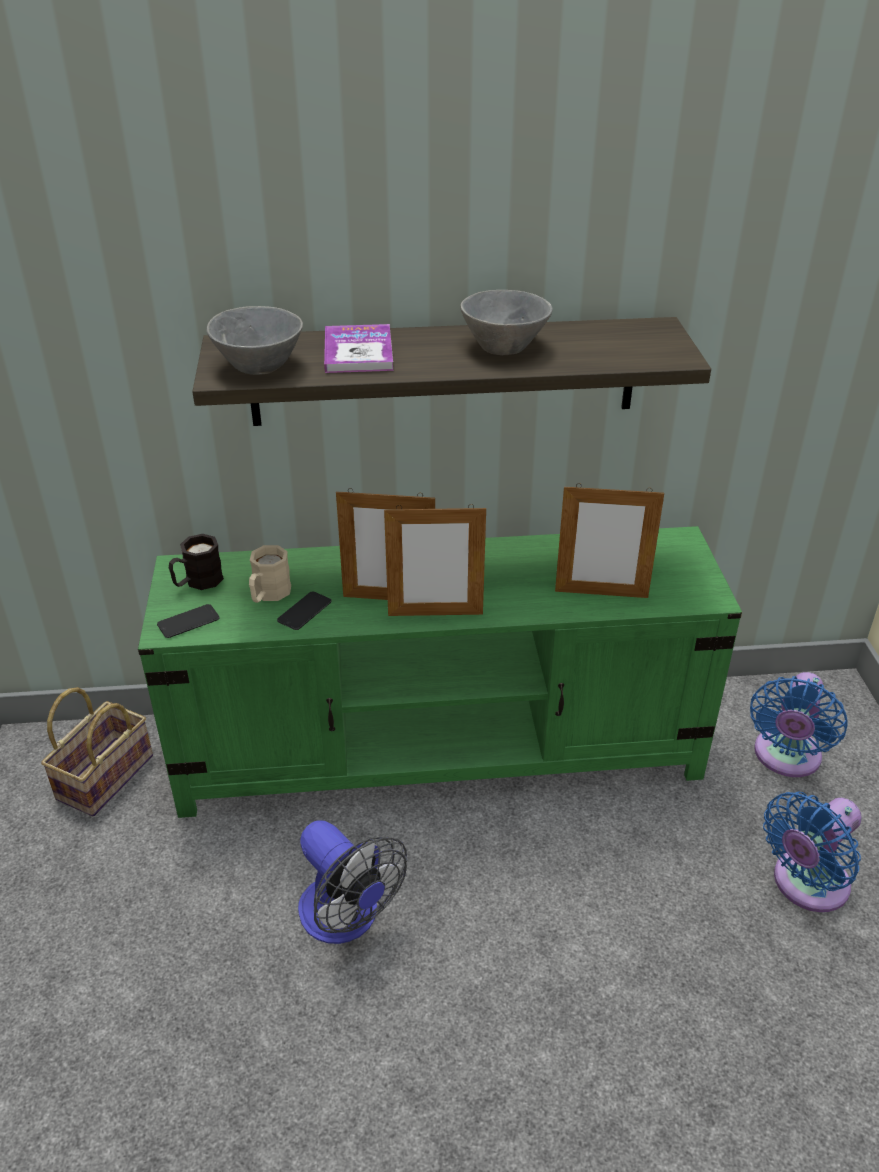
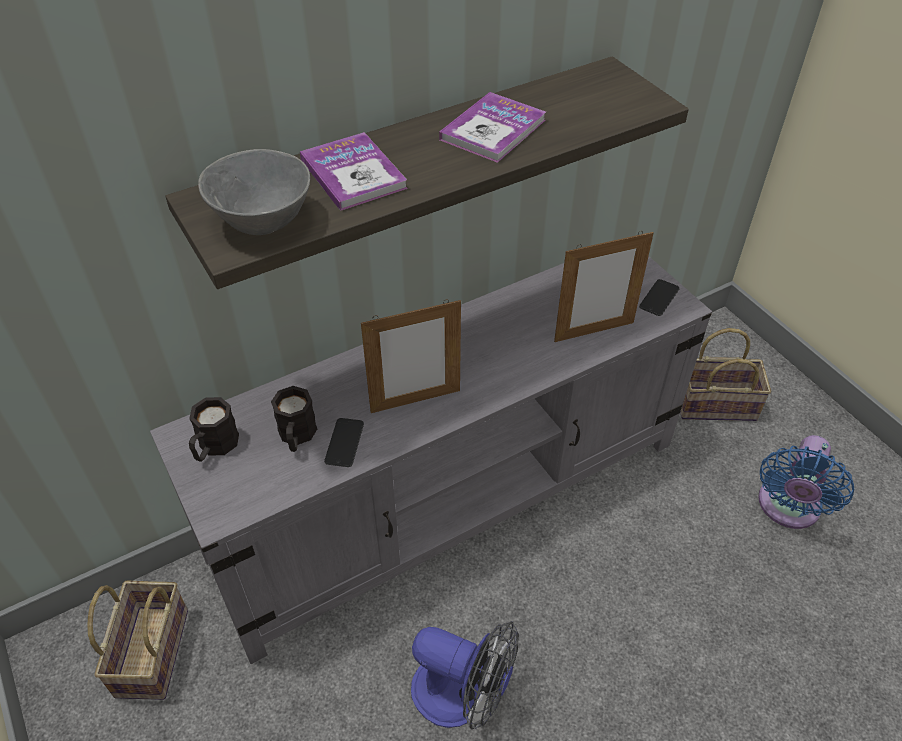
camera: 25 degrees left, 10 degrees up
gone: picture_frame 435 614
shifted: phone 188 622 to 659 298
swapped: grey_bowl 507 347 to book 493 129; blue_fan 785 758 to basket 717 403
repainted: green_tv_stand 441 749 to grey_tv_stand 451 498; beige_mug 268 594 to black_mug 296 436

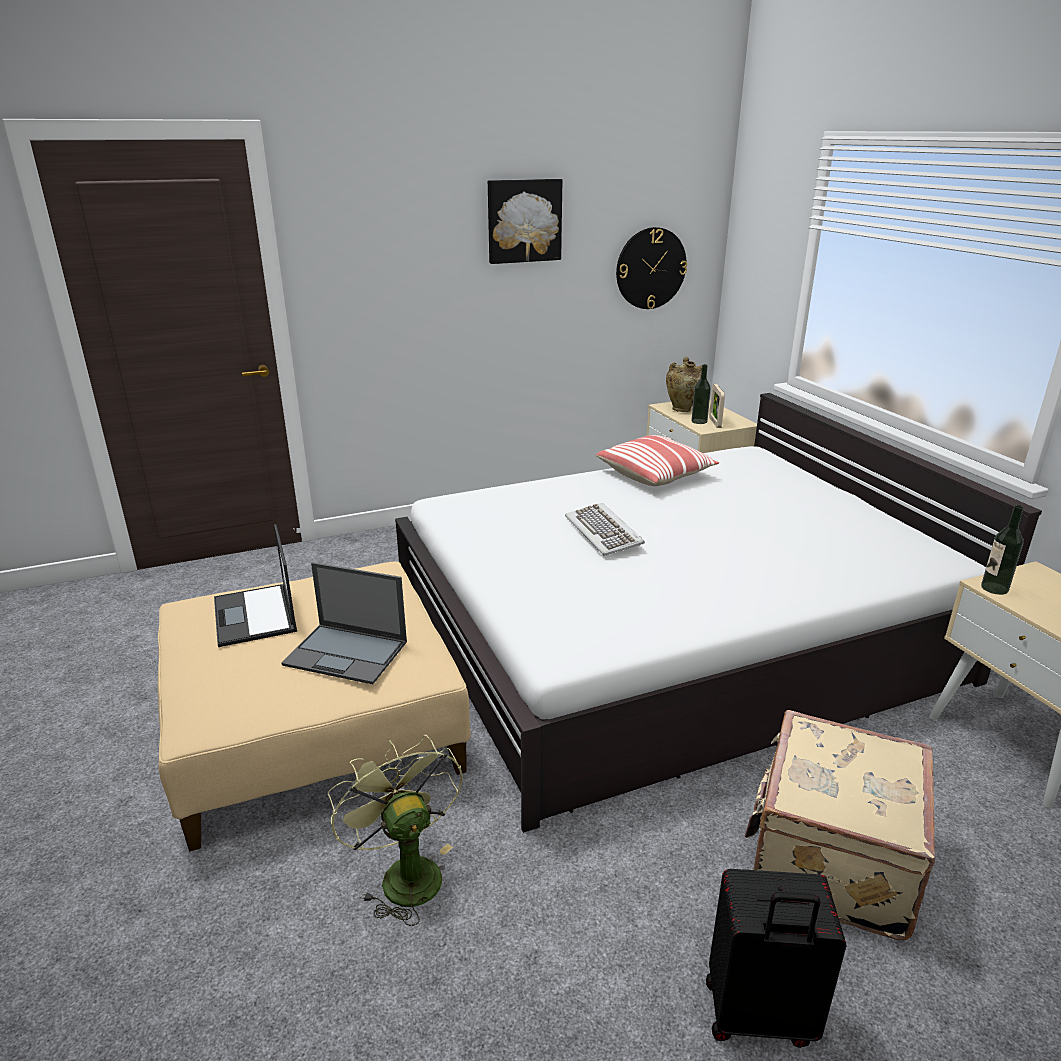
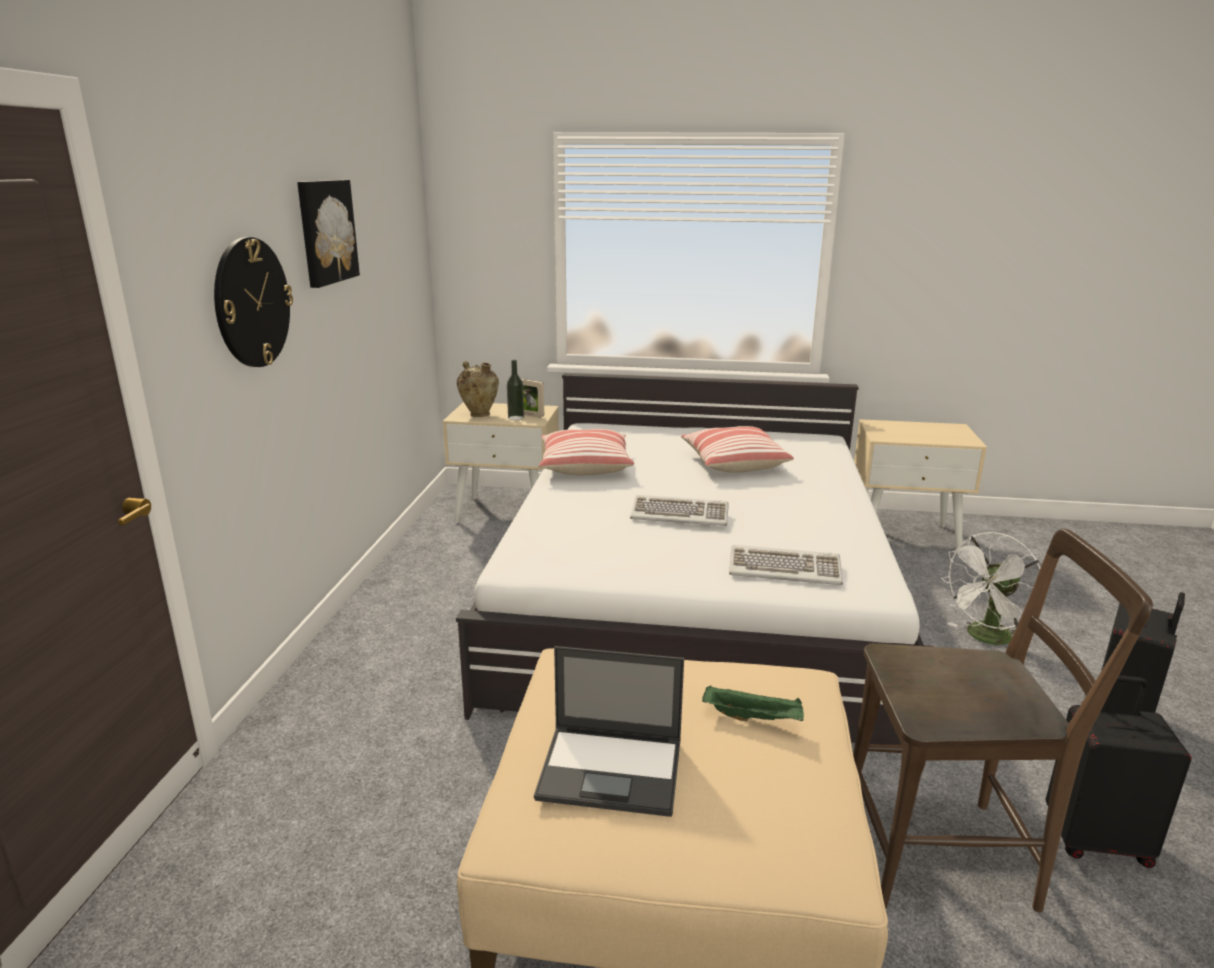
camera: 60 degrees left, 5 degrees down
gone: bottle 994 588
new: pillow 733 463; keyboard 785 569; black_suitcase 1096 840
shifted: wall_clock 650 268 to 252 303
swapped: laptop 347 653 to green_tray 753 718; green_fan 404 873 to brown_chair 947 853; beige_suitcase 828 858 to white_fan 985 638

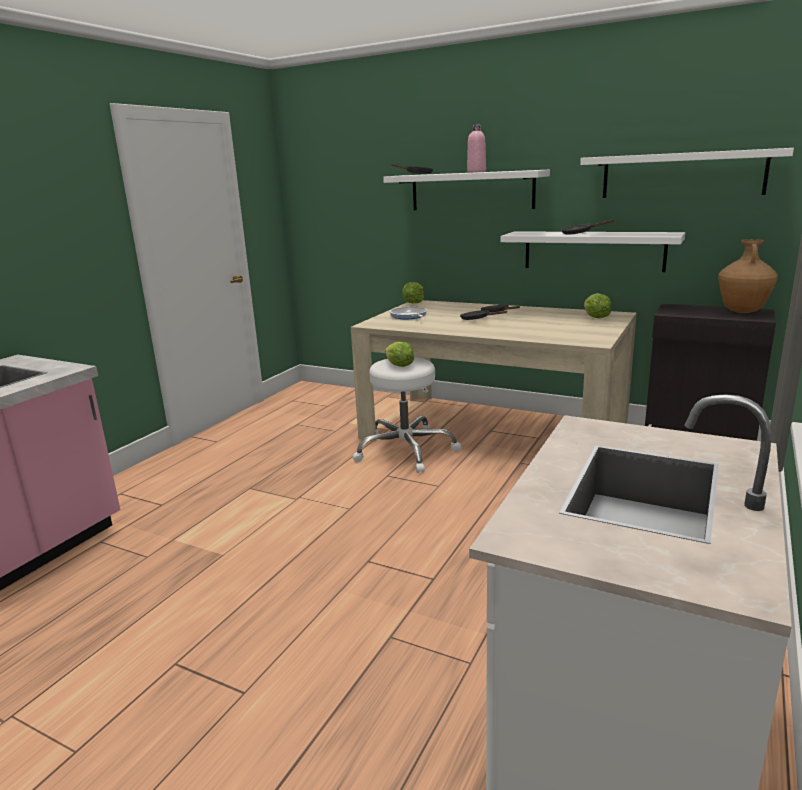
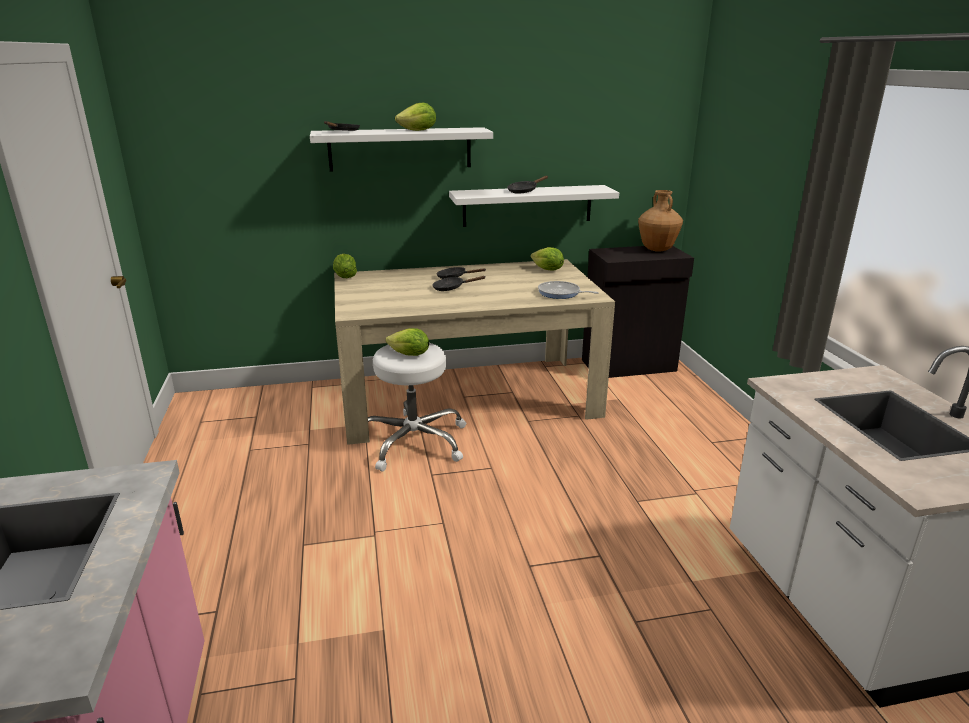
camera: 40 degrees left, 5 degrees up
gone: white_shelf 682 174
shifted: frying_pan 409 316 to 561 293
swapped: pink_bottle 476 172 to lettuce 418 131

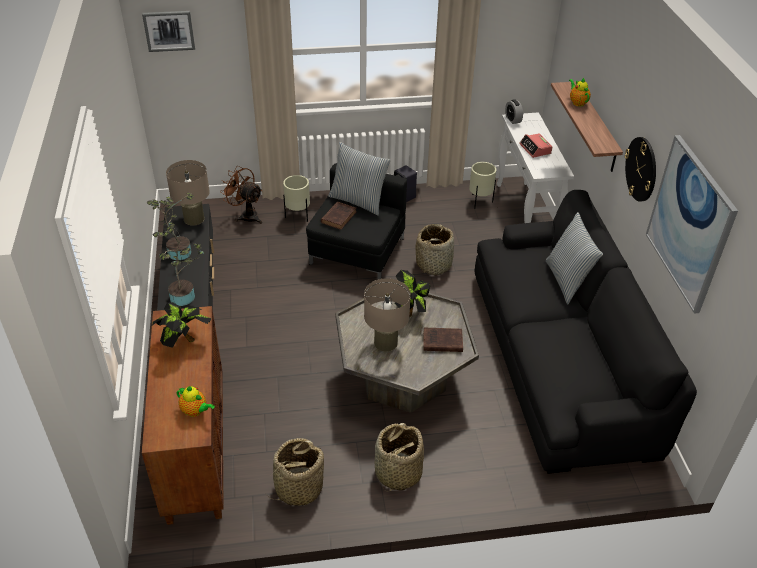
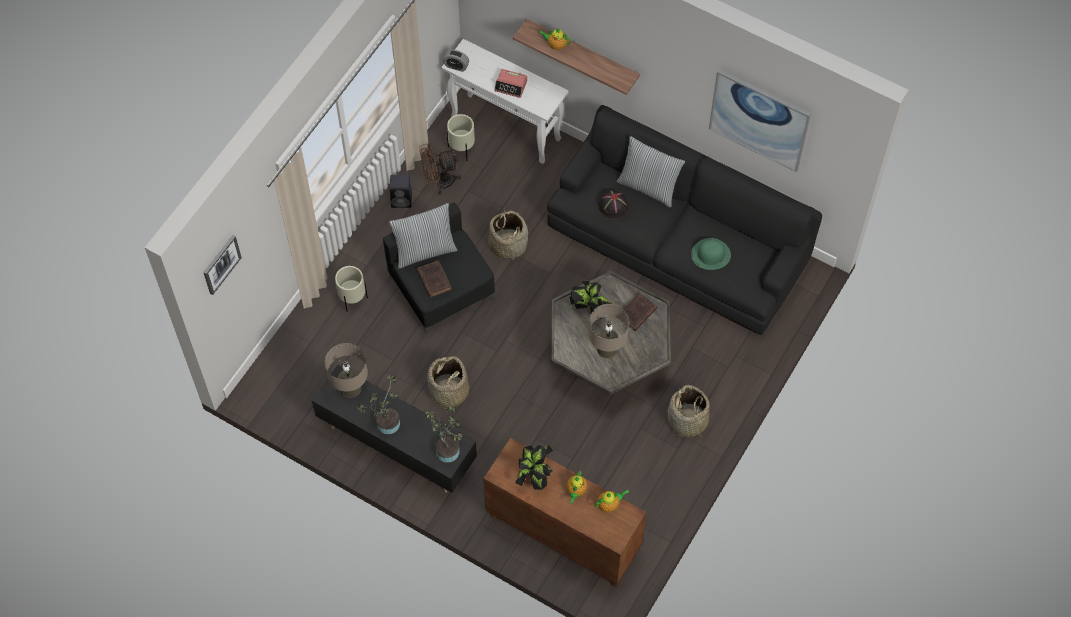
camera: 50 degrees left, 20 degrees up
gone: wall_clock 641 169
new: teapot 576 491; black_hat 613 206; green_hat 710 254
shifted: brown_fan 246 215 to 439 182; basket 298 487 to 448 392

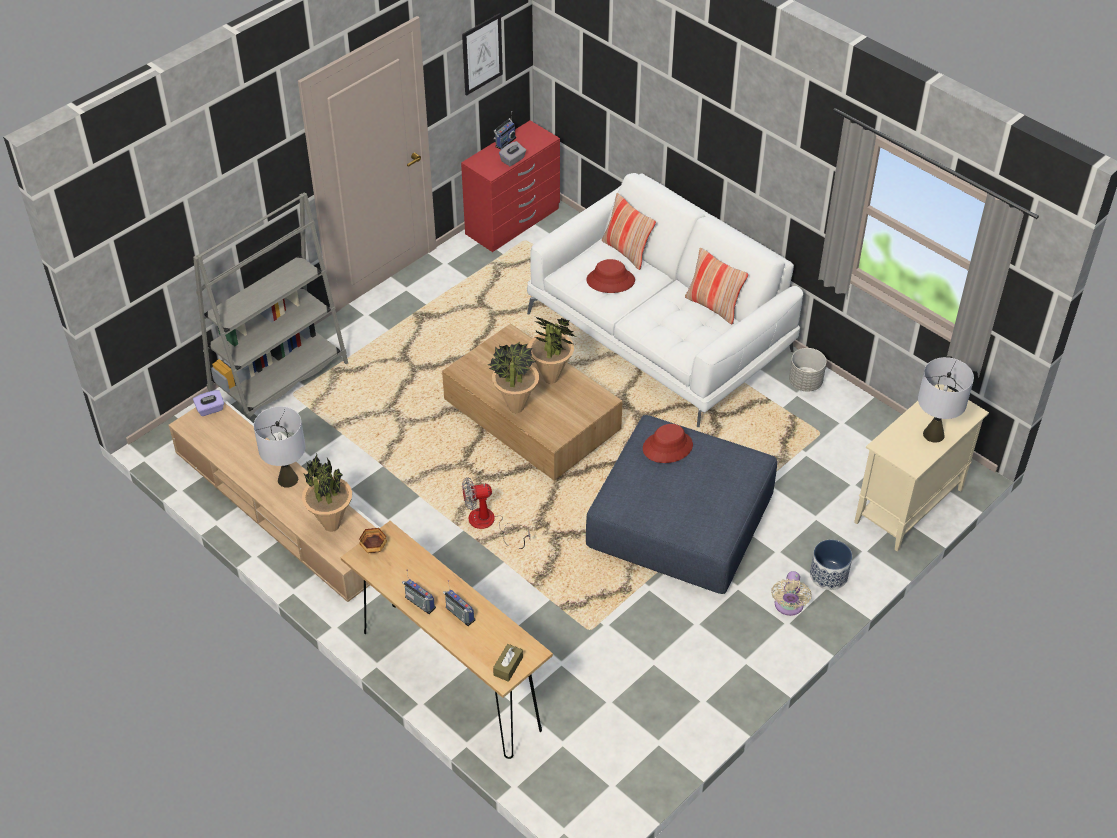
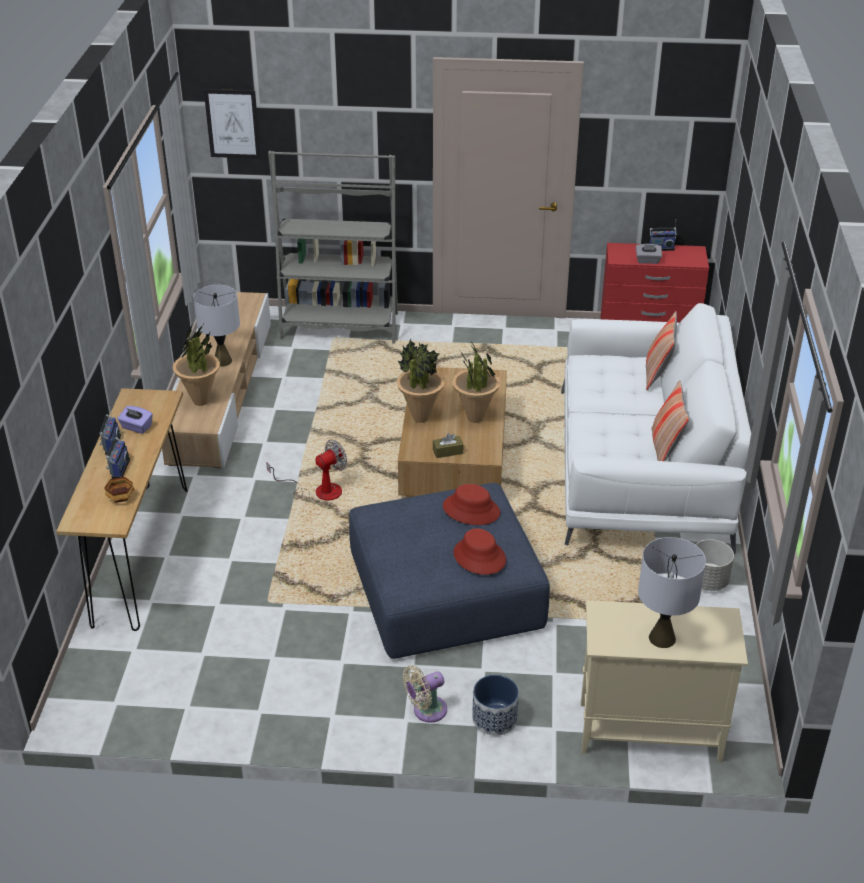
camera: 50 degrees right, 10 degrees down
shifted: purple_tissue_box 210 409 to 136 427; bowl 373 547 to 121 498; picture 482 54 to 232 123; brown_tissue_box 508 666 to 448 451; red_hat 610 281 to 479 557
rotated: fan 489 524 = 318 491 105 degrees clockwise

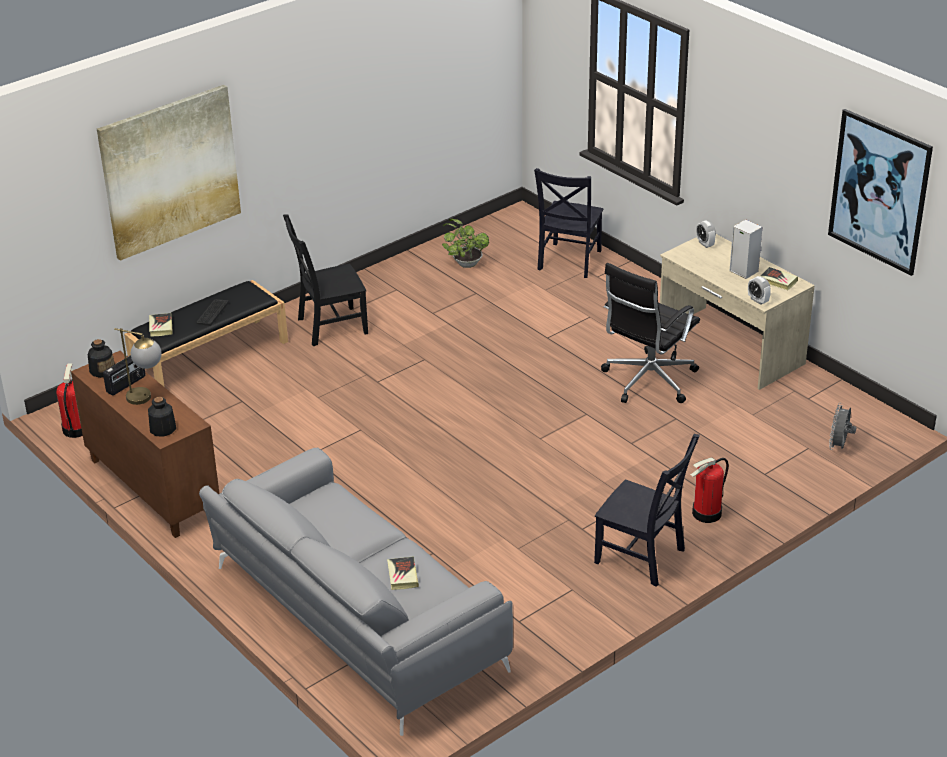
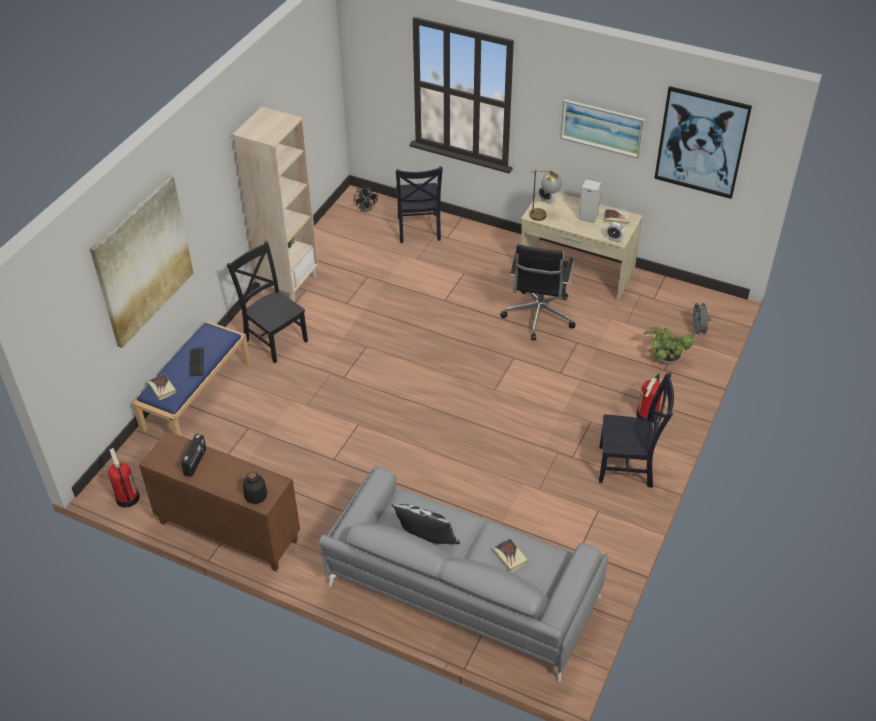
camera: 25 degrees left, 10 degrees up
gone: bottle 102 370
new: beige_bookcase 288 284; black_fan 367 206; pillow 427 540; picture 602 127
shifted: table_lamp 147 399 to 544 215; potted_plant 465 263 to 664 359
repainted: black_bench 210 357 to blue_bench 196 395
rotated: black_chair 329 327 = 274 339 90 degrees clockwise

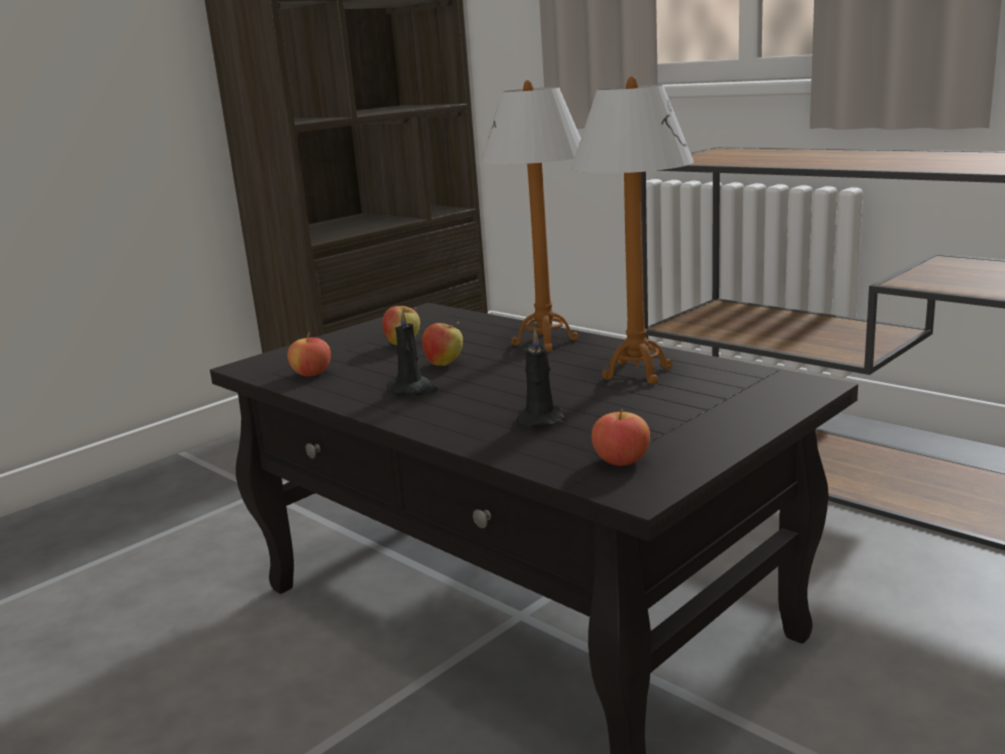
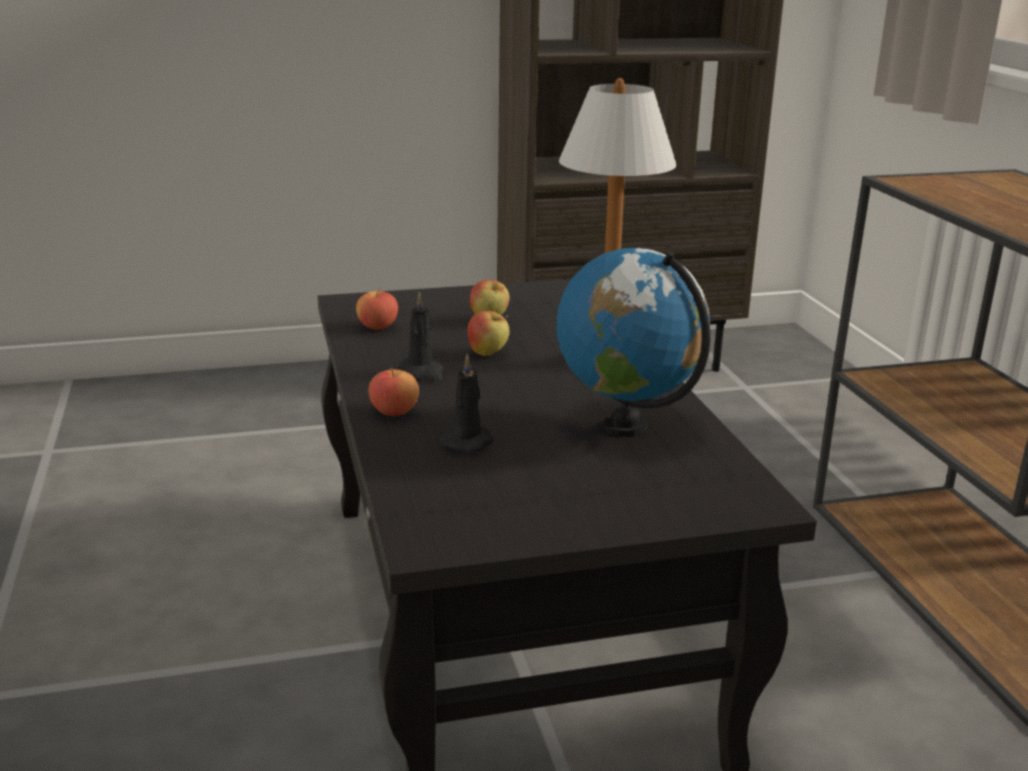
camera: 30 degrees right, 5 degrees up
shifted: apple 621 461 to 394 411
swapped: table_lamp 636 373 to globe 626 426

